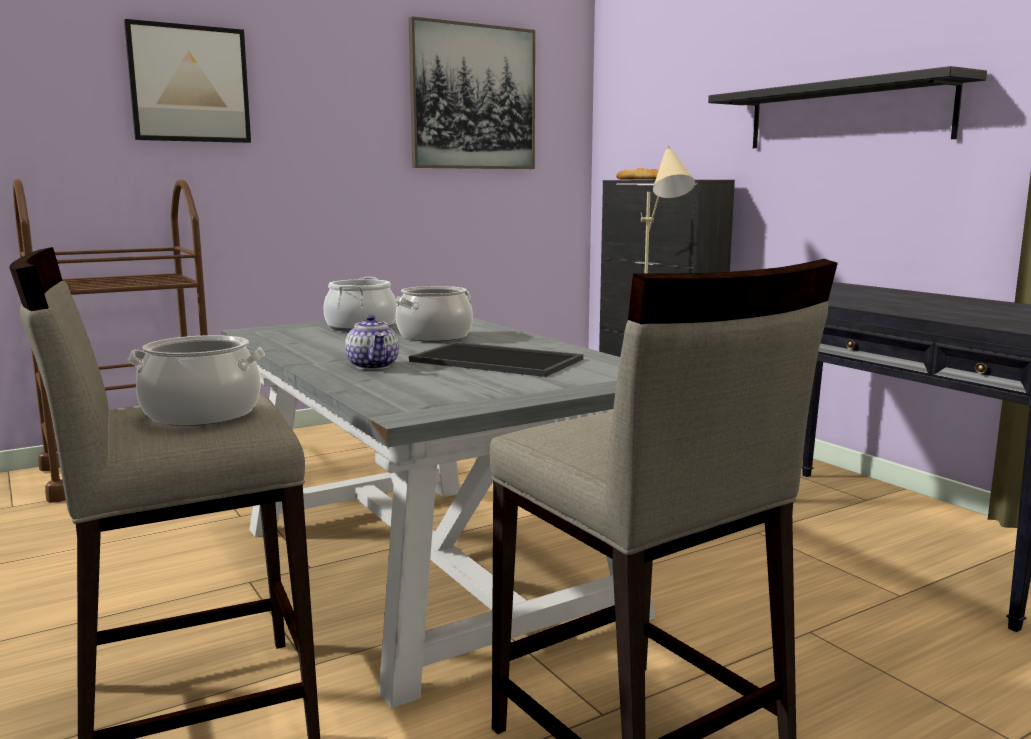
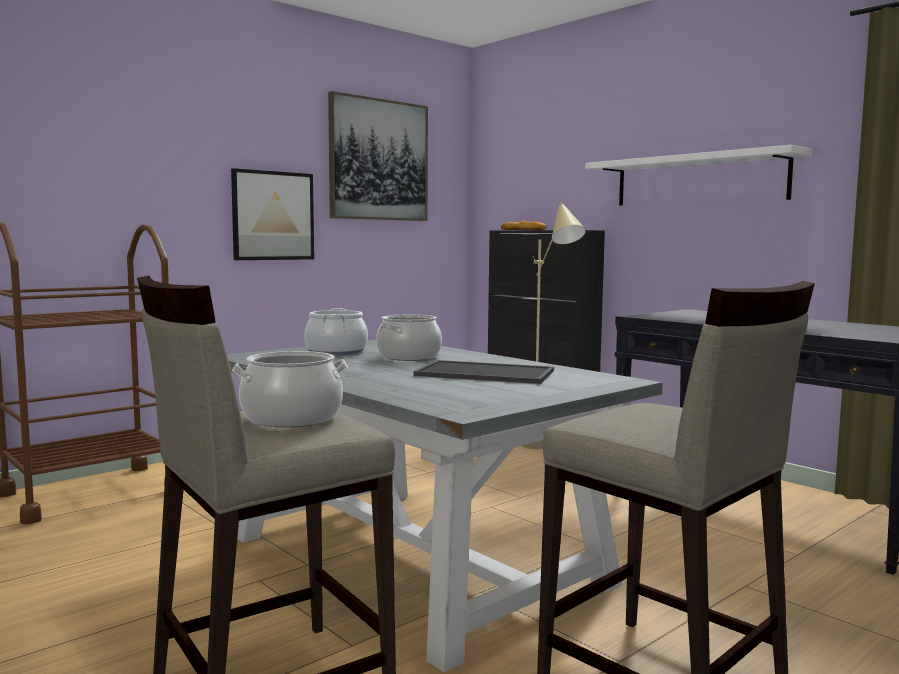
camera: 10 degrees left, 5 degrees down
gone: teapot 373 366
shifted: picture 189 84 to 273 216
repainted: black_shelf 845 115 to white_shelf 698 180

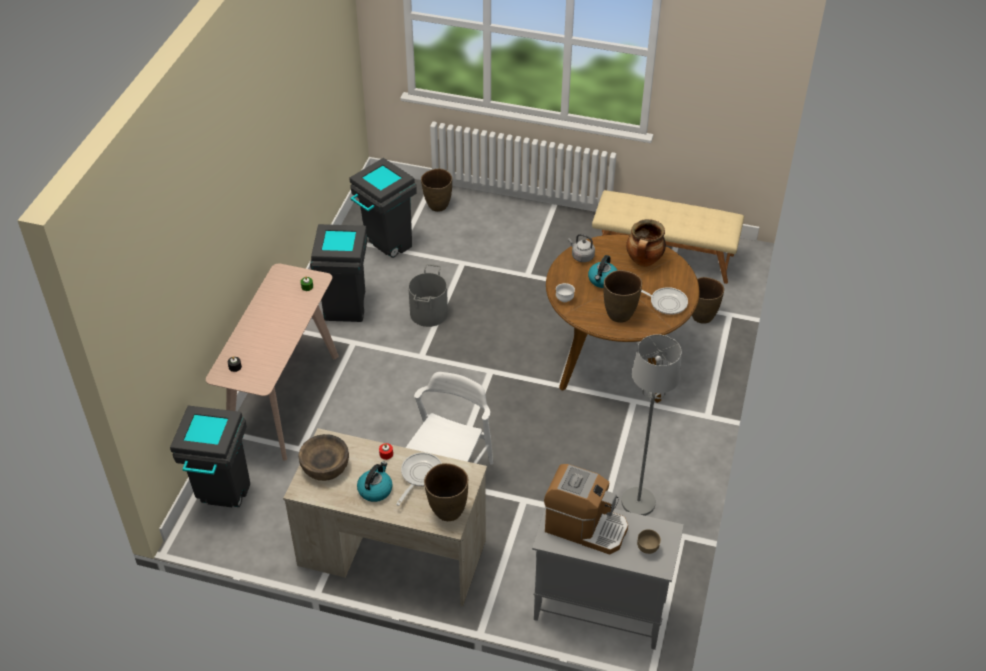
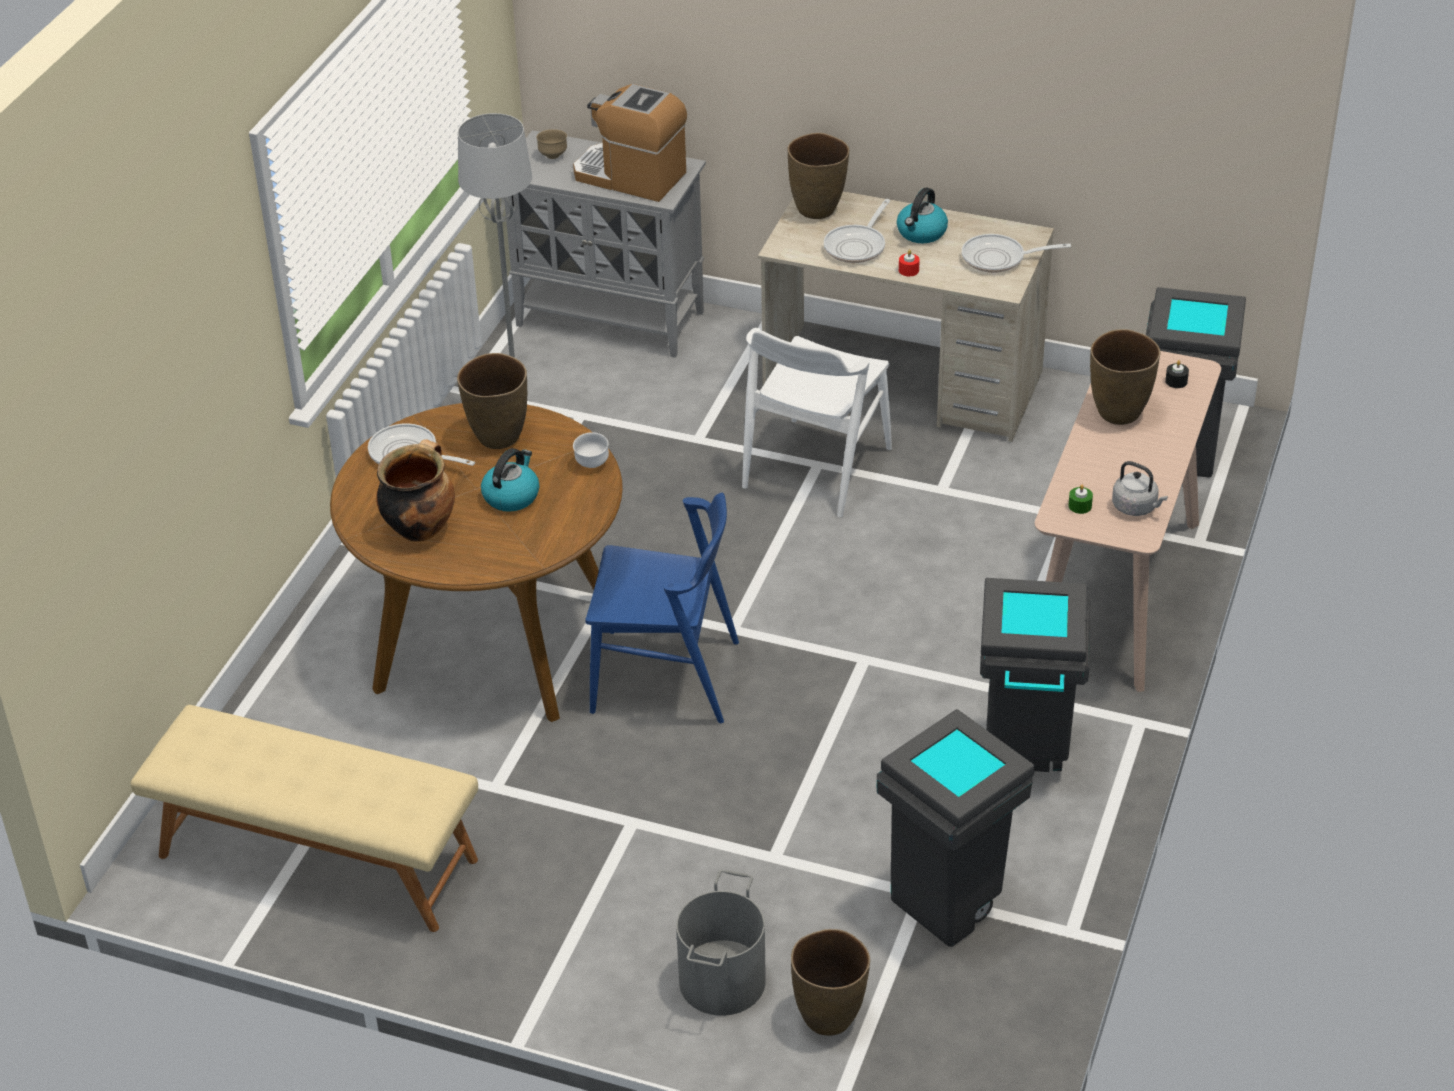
camera: 175 degrees left, 5 degrees down
new: blue_chair 666 677
shifted: grey_bucket 428 313 to 723 981; grey_kettle 581 256 to 1136 507; brown_vase 702 316 to 1119 413
swapped: brown_bowl 325 466 to frying_pan 999 259

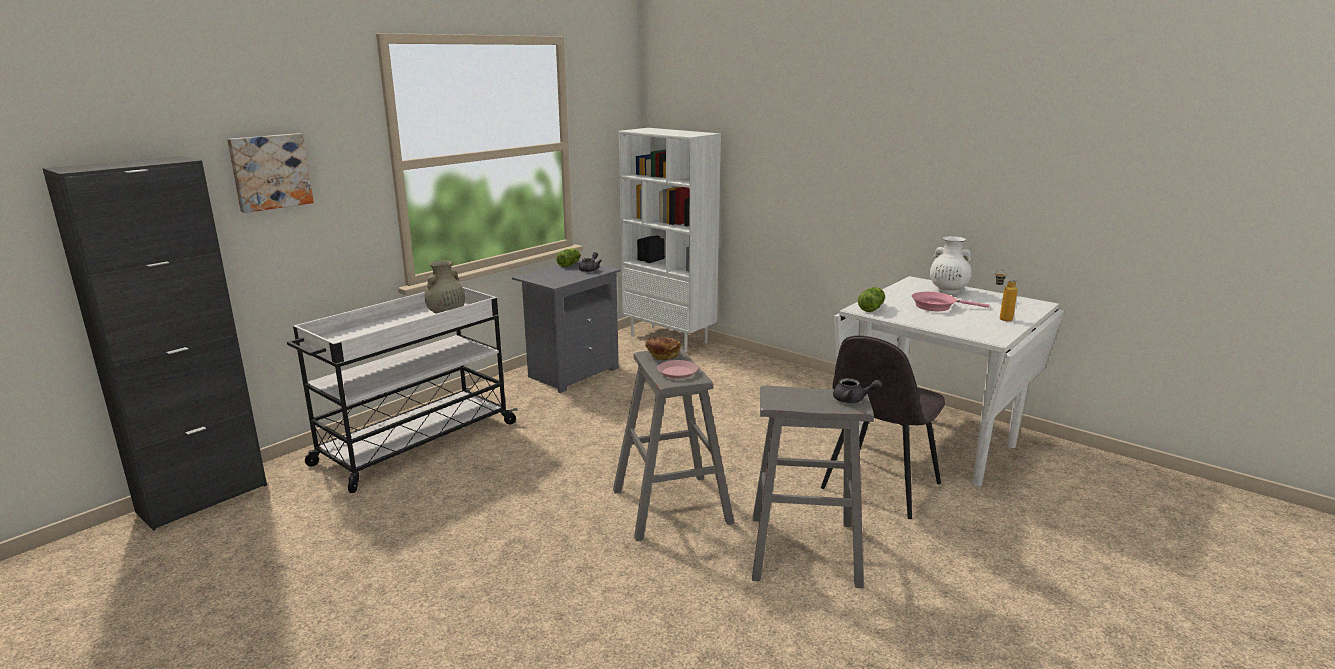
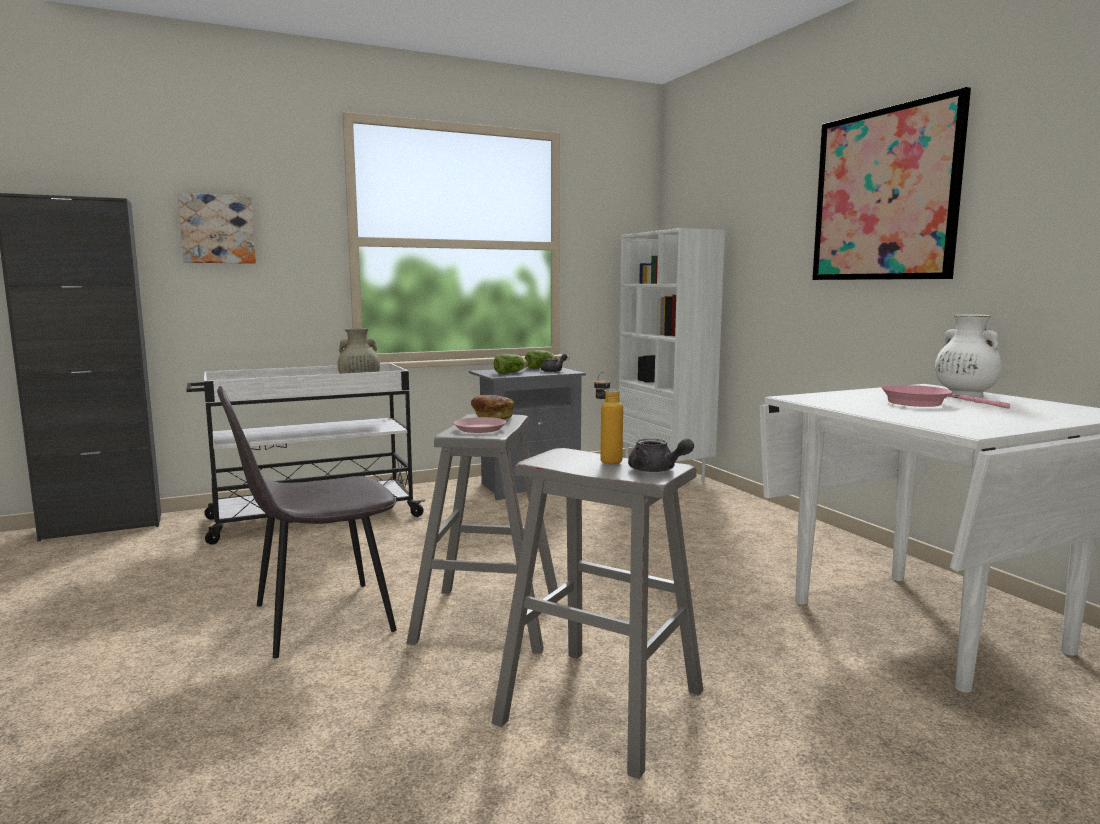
camera: 25 degrees right, 10 degrees down
new: picture 884 195
shifted: grey_chair 879 487 to 318 619; lettuce 872 308 to 511 372; bottle 1000 318 to 606 460

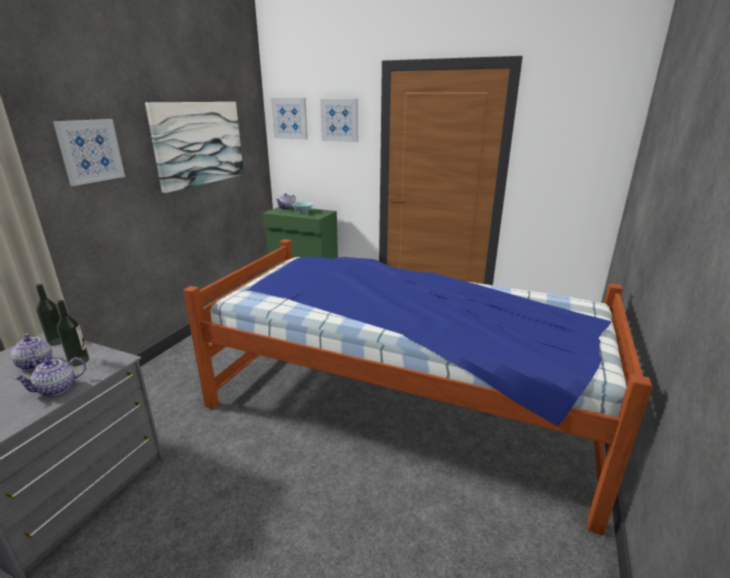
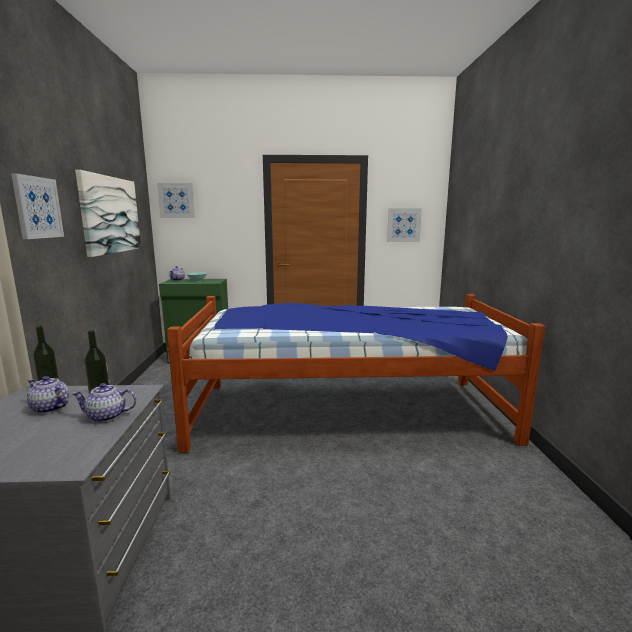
camera: 25 degrees left, 10 degrees down
shifted: picture 339 120 to 403 225
rotated: teapot 57 388 = 107 416 60 degrees clockwise

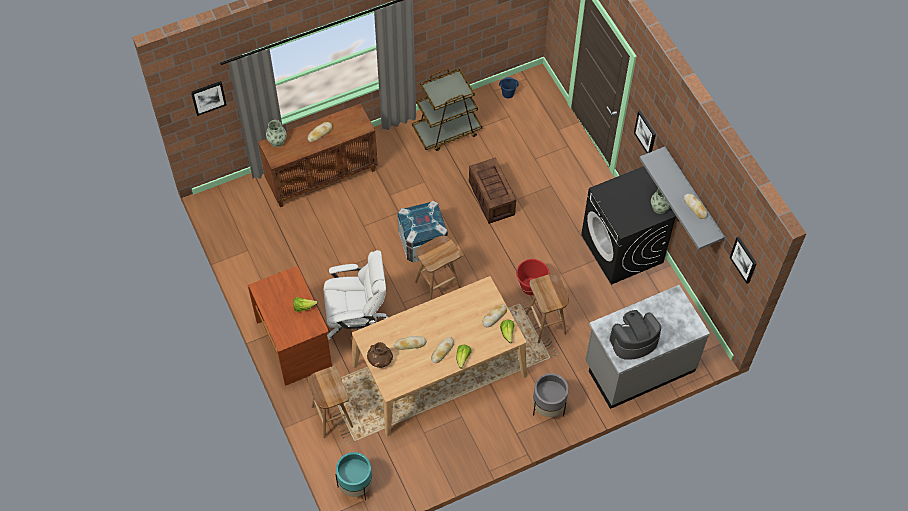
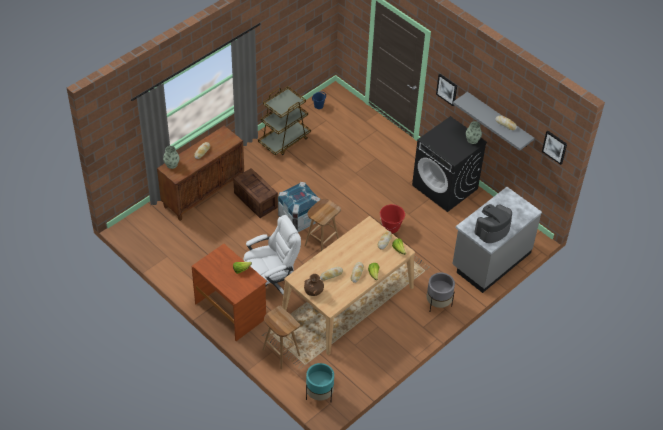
camera: 20 degrees left, 10 degrees down
gone: picture 208 97; brown_stool 546 324
shifted: crate 491 197 to 255 200

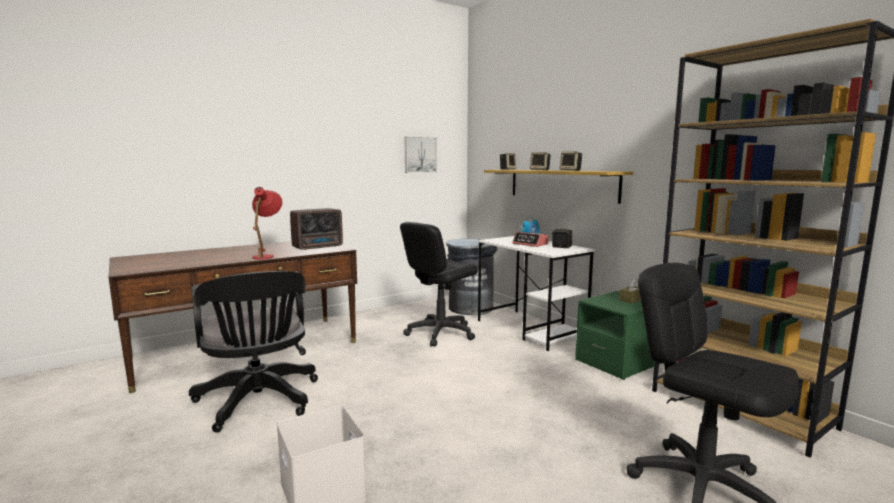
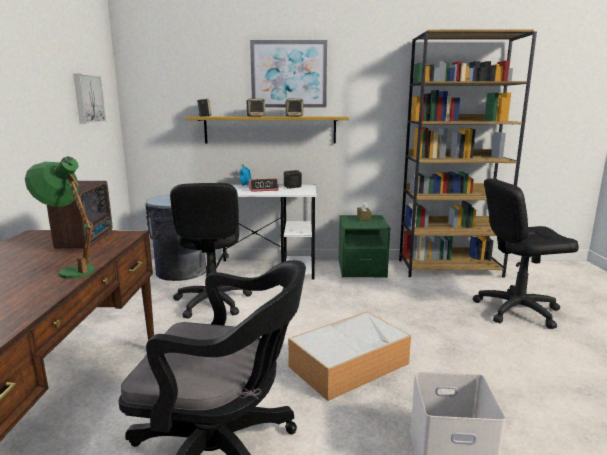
camera: 55 degrees left, 5 degrees up
new: picture 289 74; storage_box 350 364
repainted: red_table_lamp 267 256 to green_table_lamp 72 269

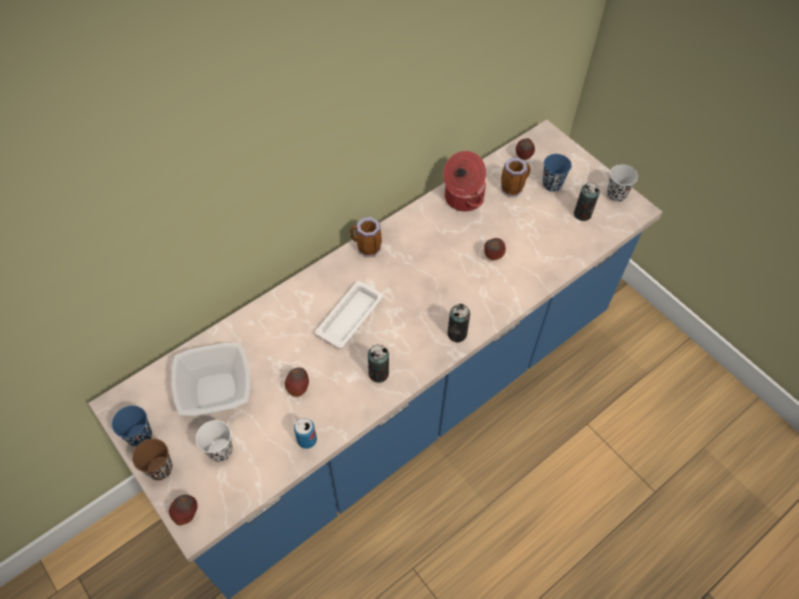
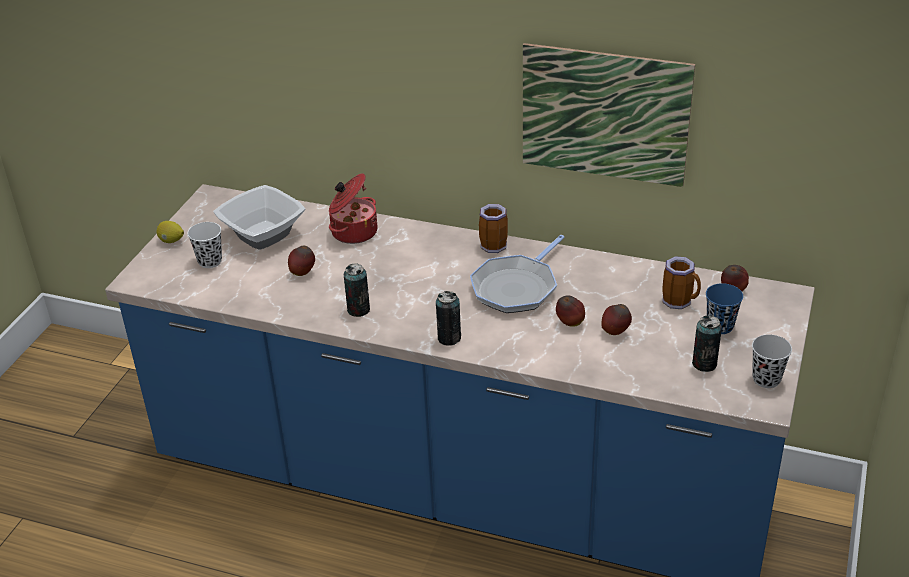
camera: 60 degrees right, 20 degrees down
gone: blue_cup 140 436; can 307 440; white_tray 351 316
new: frying_pan 517 287; picture 604 115
shifted: apple 187 514 to 615 332; cooking_pot 462 198 to 353 231
swapped: brown_cup 160 469 to lemon 171 241

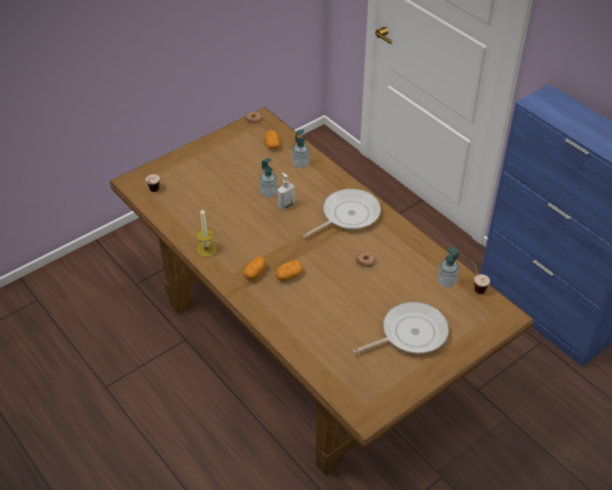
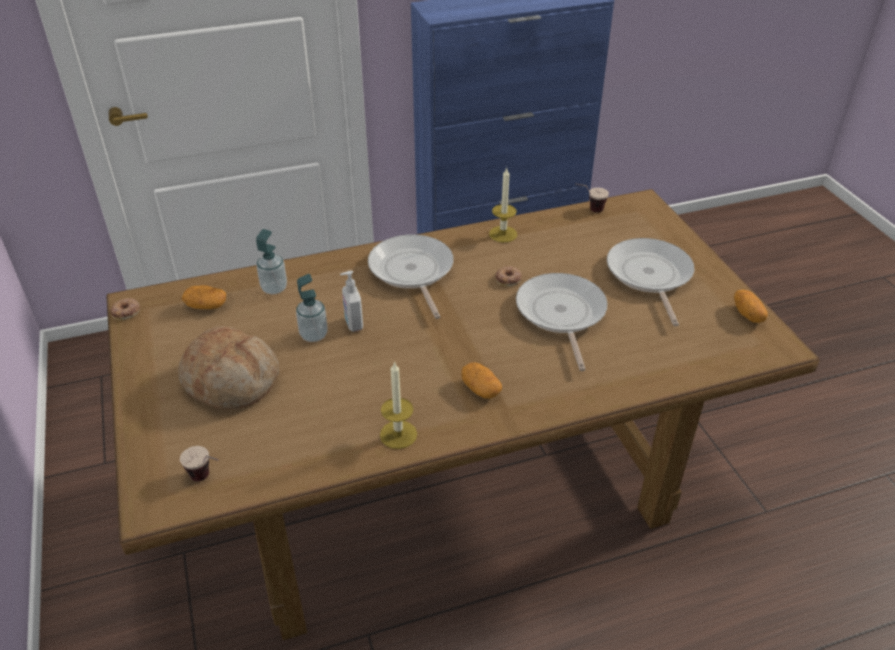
camera: 70 degrees left, 5 degrees down
gone: soap_dispenser 446 282
new: bread 231 381; candle 503 234; frying_pan 561 314
shifted: potato 289 275 to 748 314

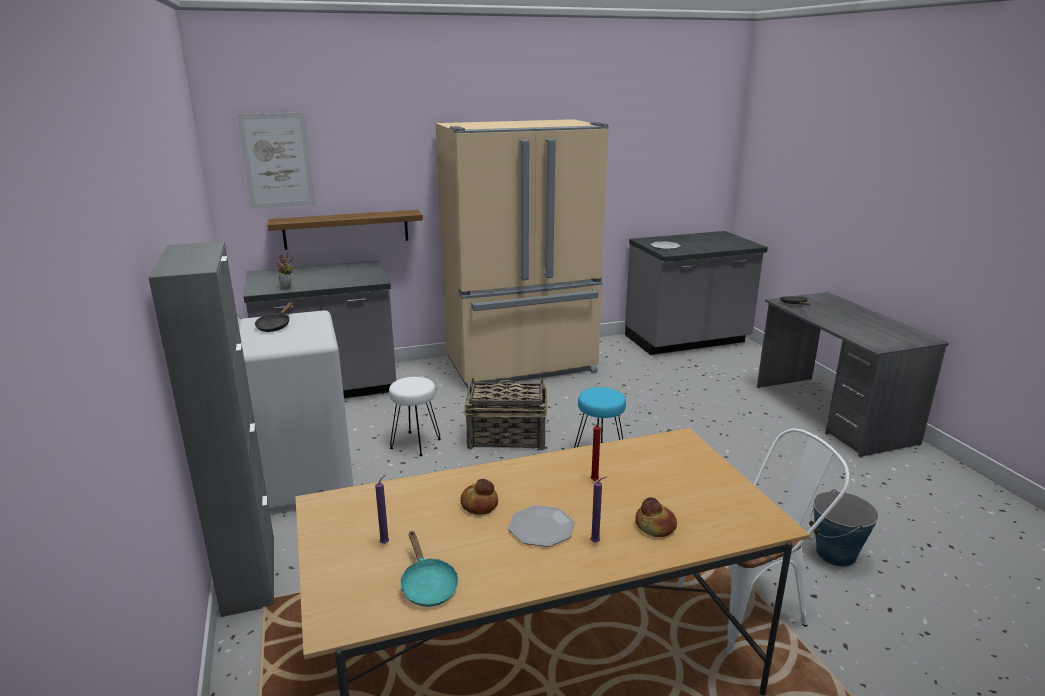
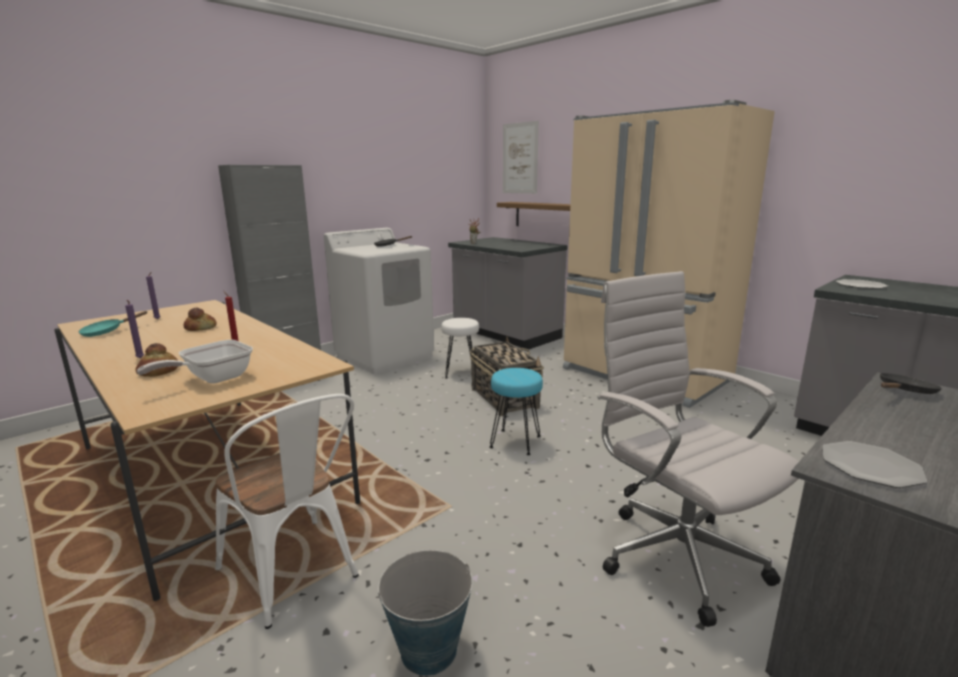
camera: 65 degrees right, 5 degrees down
new: frying_pan 212 379; white_office_chair 674 554
shifted: plate 541 527 to 870 466

